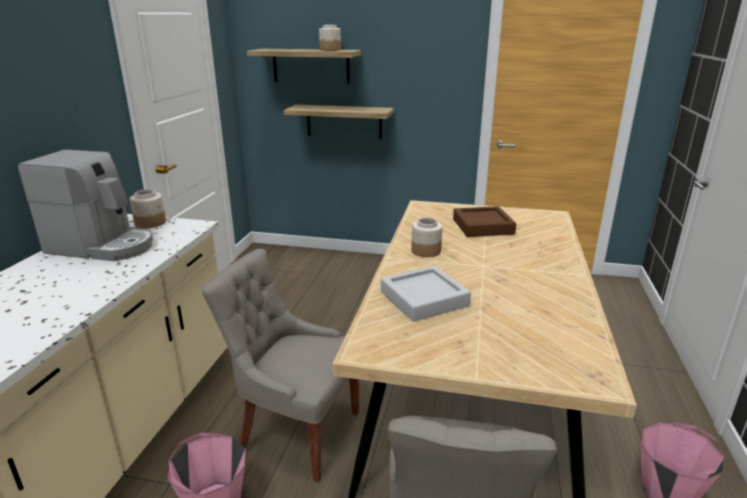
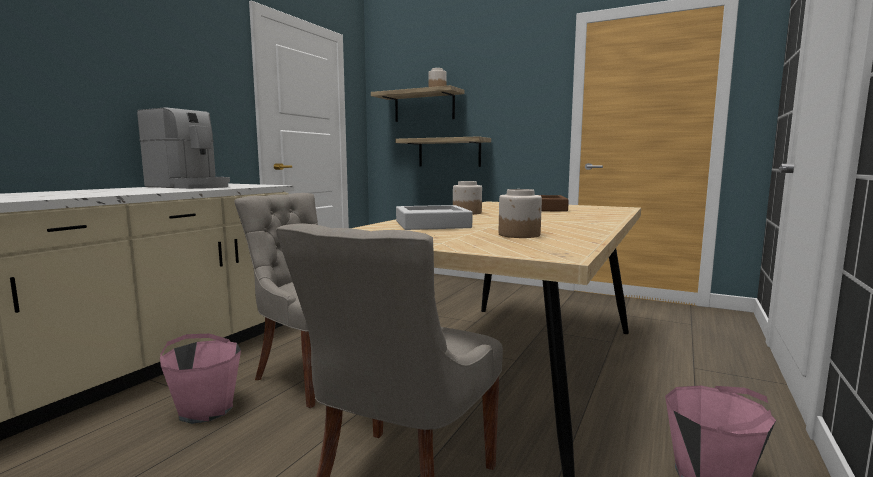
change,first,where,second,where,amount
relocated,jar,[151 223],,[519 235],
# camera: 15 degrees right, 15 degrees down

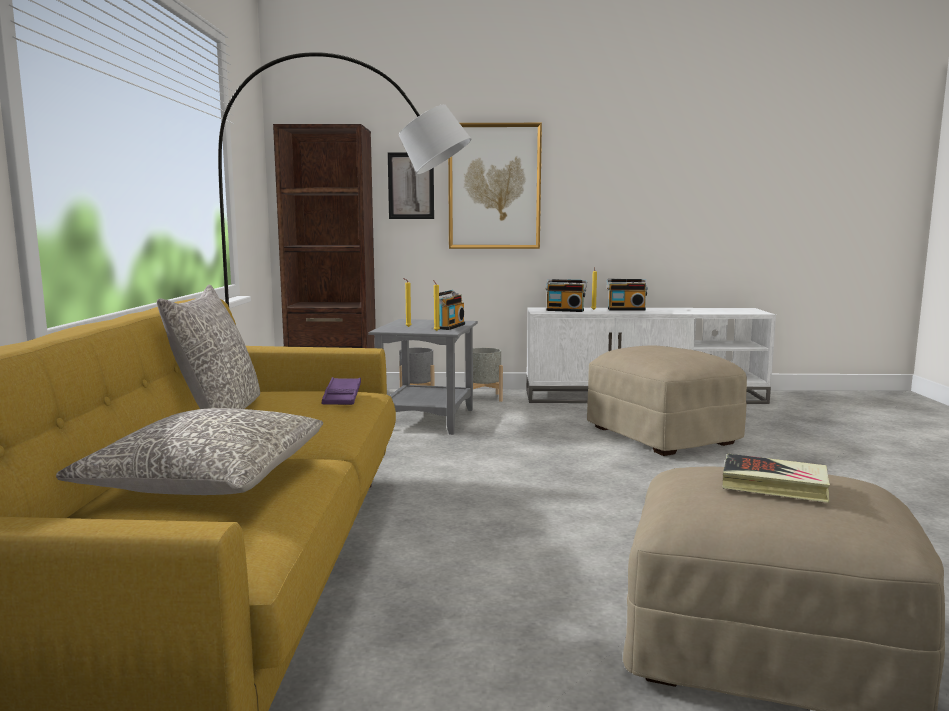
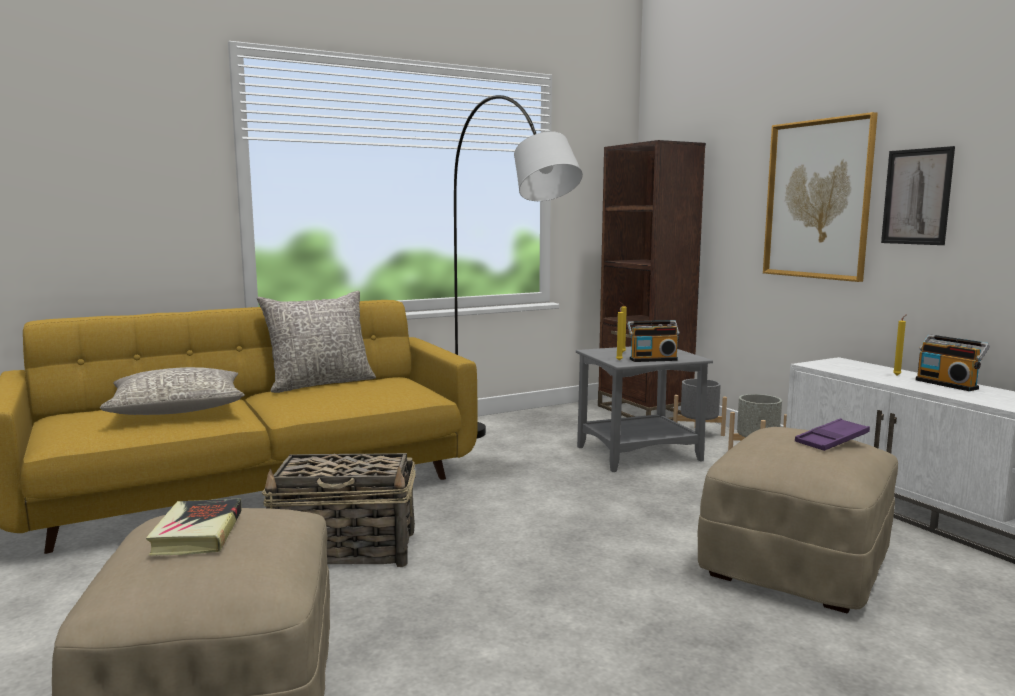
change,first,where,second,where,amount
relocated,picture,[411 186],,[917 197],
missing,radio,[565 310],,,
relocated,tray in purple,[342 397],,[832 440],
appeared,,,basket,[347 549],
# camera: 60 degrees right, 0 degrees up

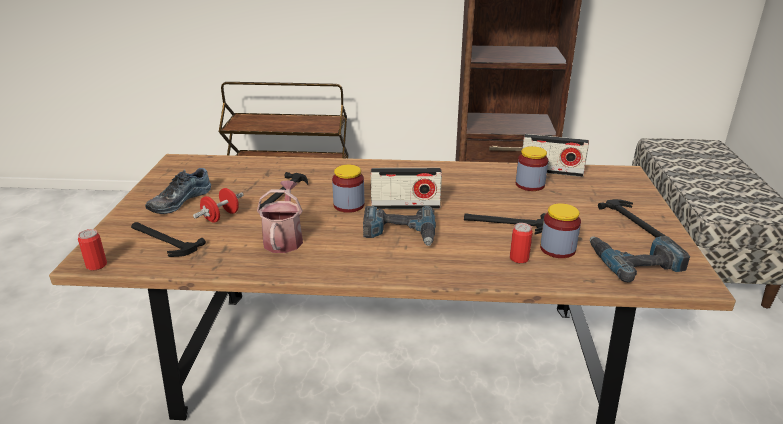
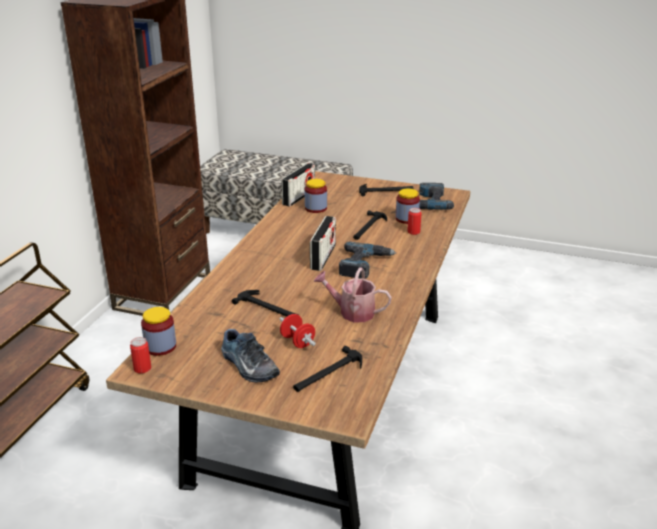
change,first,where,second,where,amount
relocated,jar,[349 205],,[160 346],
relocated,can,[96 265],,[142 368],
# camera: 75 degrees left, 0 degrees up

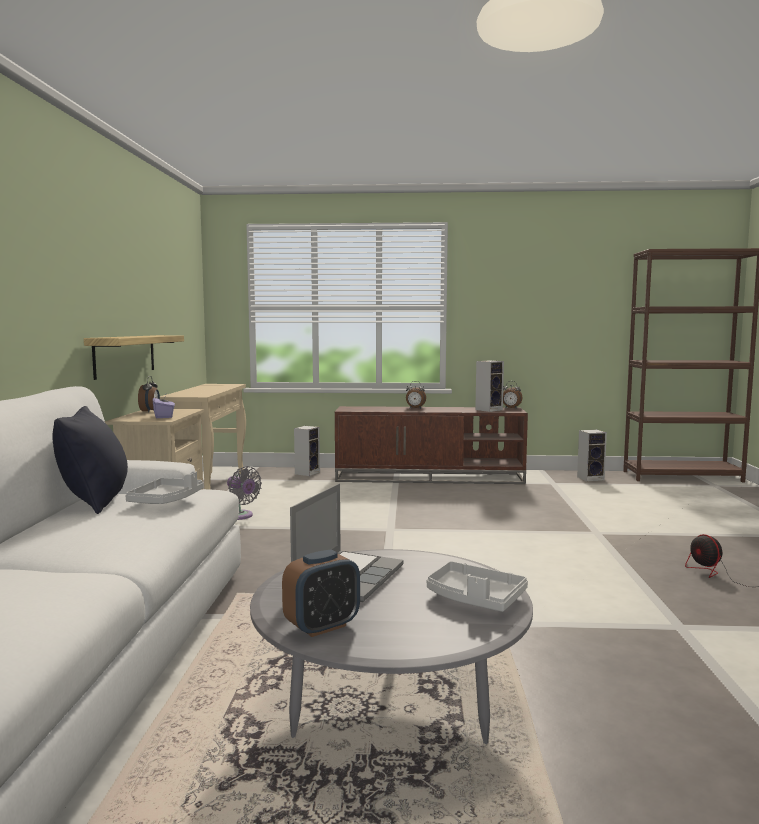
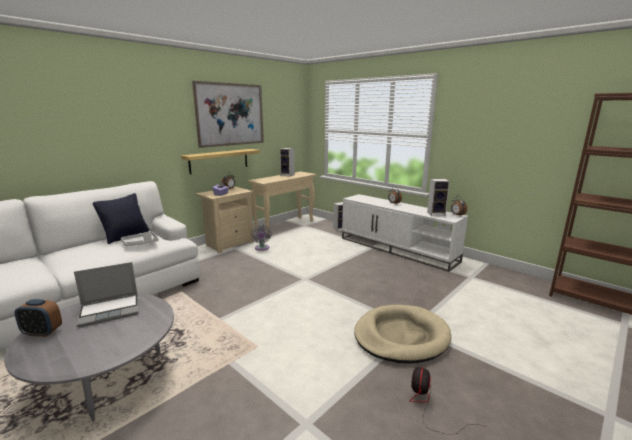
change,first,where,second,where,amount
colour,tv stand in brown,[430 477],tv stand in white,[397 249],
relocated,speaker,[591 478],,[288 175],
missing,tray in grey,[475 599],,,
appeared,,,picture,[231 114],
appeared,,,dog bed in beige,[401 336],
# camera: 40 degrees right, 10 degrees up

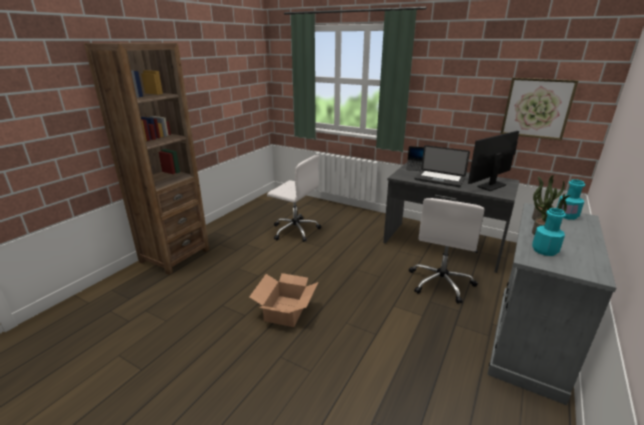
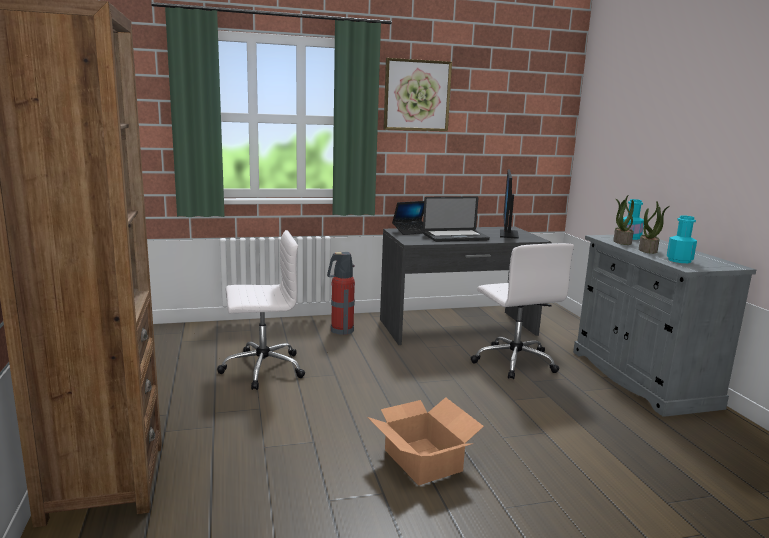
change,first,where,second,where,amount
relocated,picture,[537 108],,[417 95],
appeared,,,fire extinguisher,[341 330],
# camera: 45 degrees left, 10 degrees down

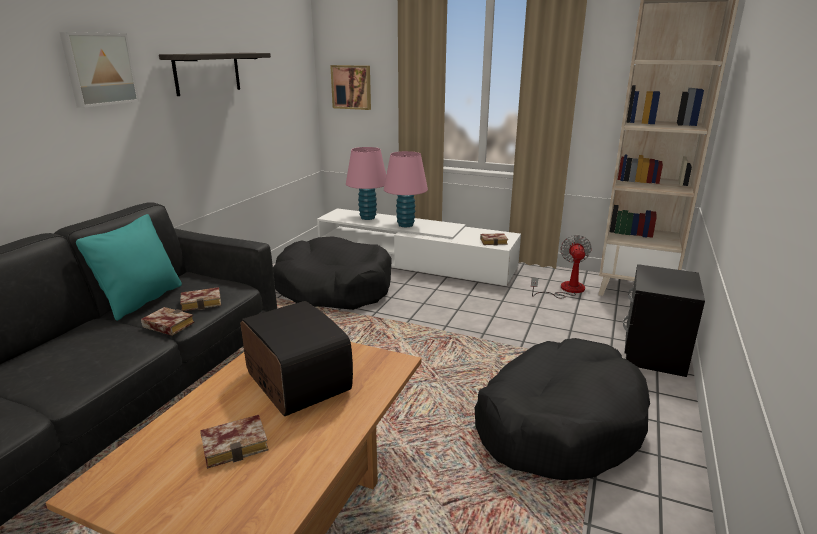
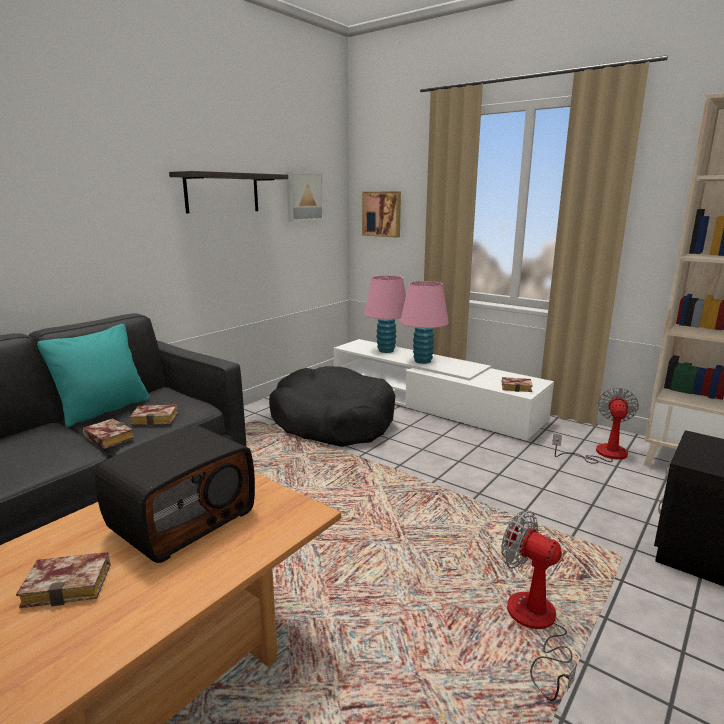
change,first,where,second,where,amount
relocated,picture,[99 69],,[303 196],
spun,radio,[295 382],,[182 519],60 degrees clockwise
exchanged,dog bed in black,[558 423],fan,[535 626],
# camera: 15 degrees right, 5 degrees down

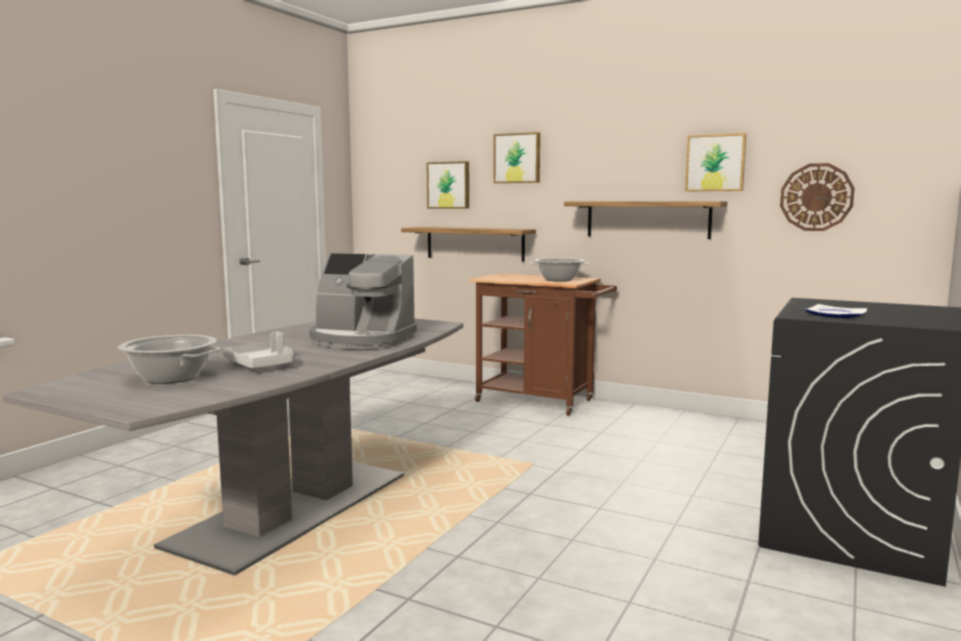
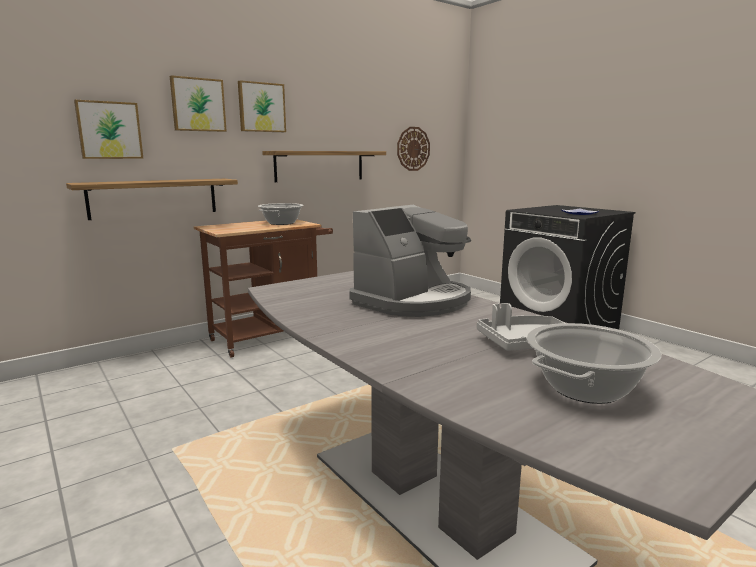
change,first,where,second,where,amount
relocated,picture,[715 163],,[261 107],
# camera: 65 degrees left, 5 degrees up

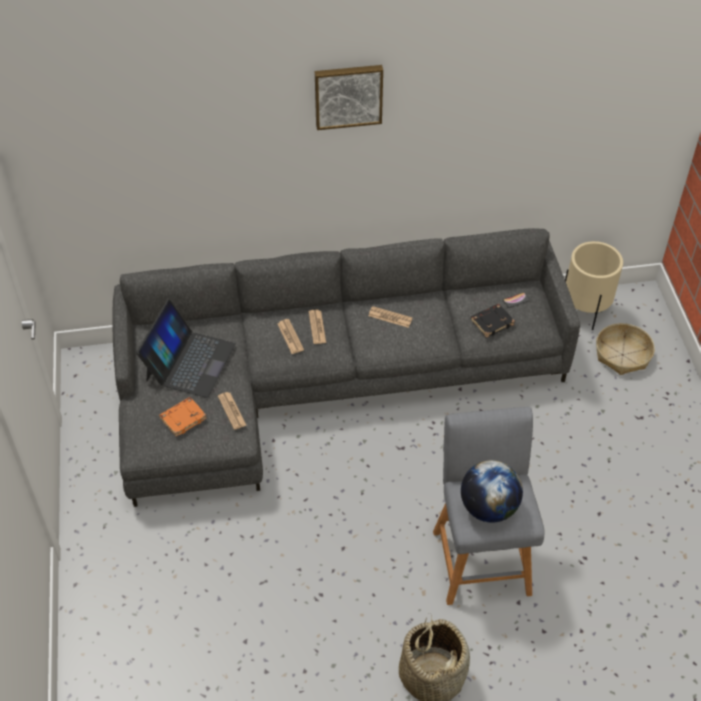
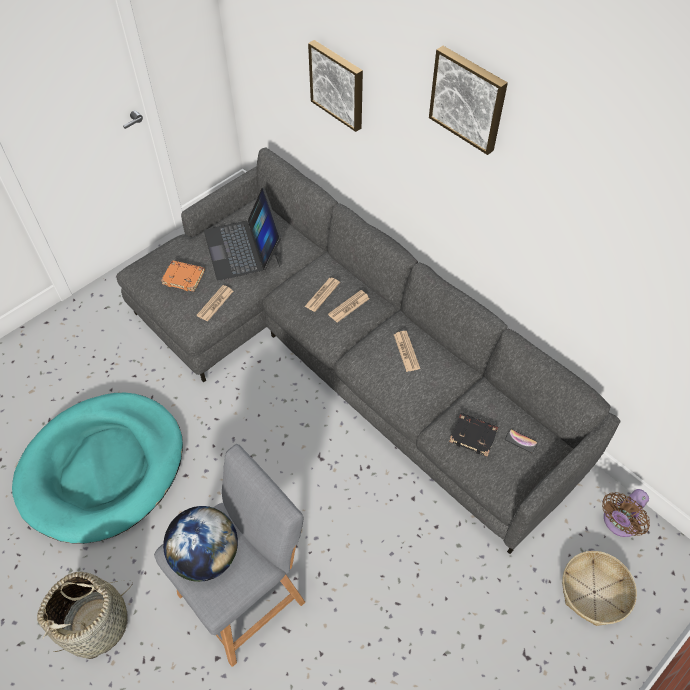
change,first,where,second,where,amount
exchanged,planter in beige,[585 310],fan in brown,[619 522],
spun,laptop,[189 362],,[243 248],90 degrees clockwise
appeared,,,picture,[338 84],
appeared,,,dog bed in turquoise,[103 468],
# camera: 55 degrees right, 5 degrees up

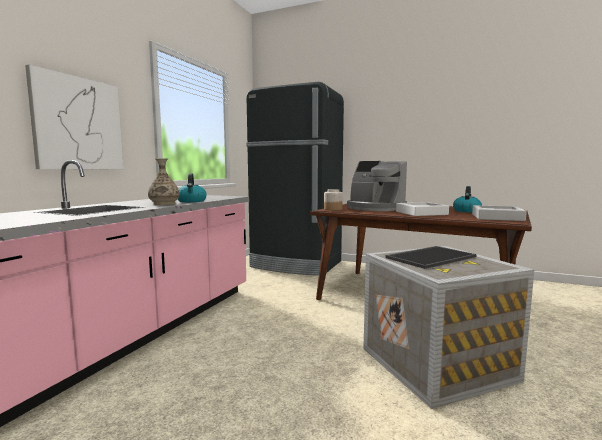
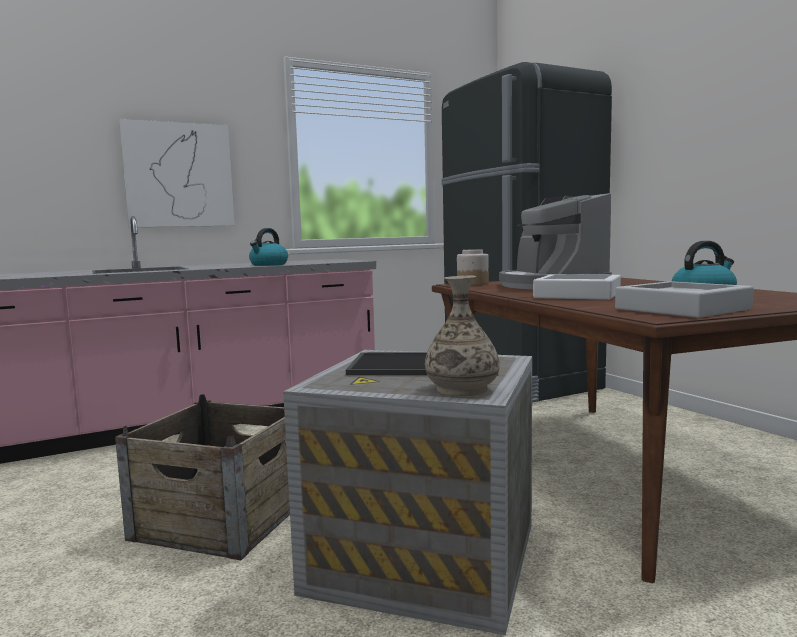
change,first,where,second,where,amount
relocated,vase,[164 204],,[461 389],
appeared,,,crate,[221 518],
# camera: 40 degrees right, 0 degrees up

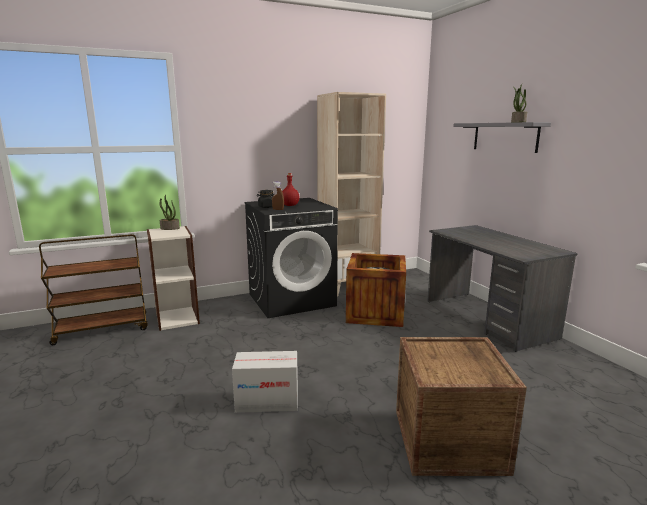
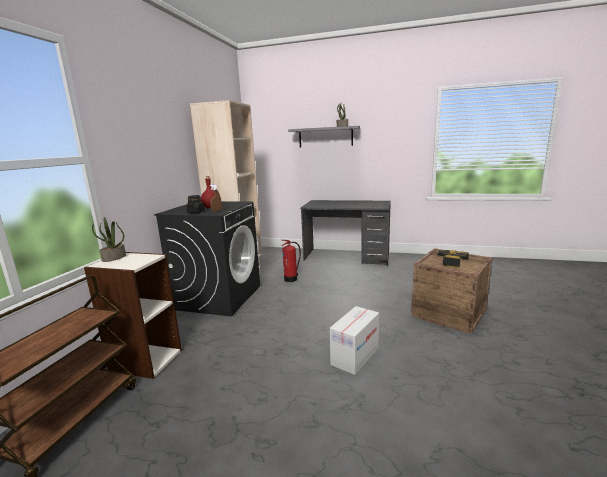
change,first,where,second,where,amount
exchanged,crate,[375 313],fire extinguisher,[291 279],
appeared,,,power drill,[450 262],
# camera: 50 degrees left, 0 degrees up

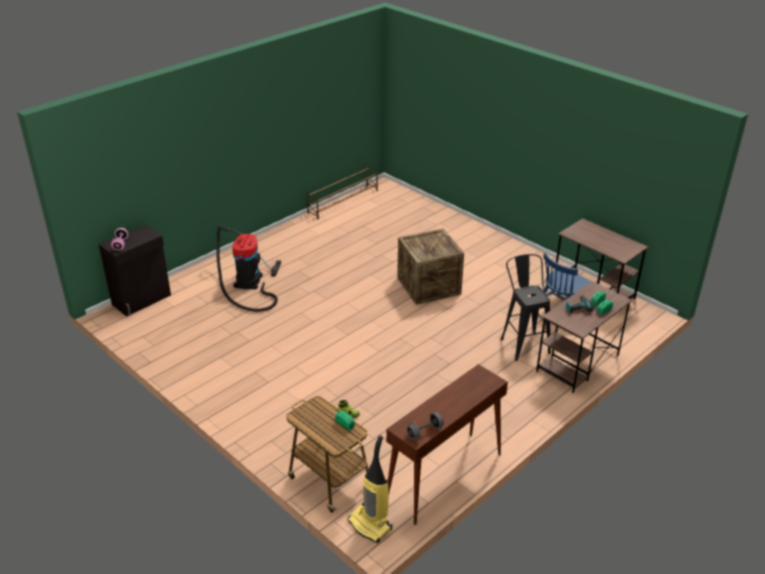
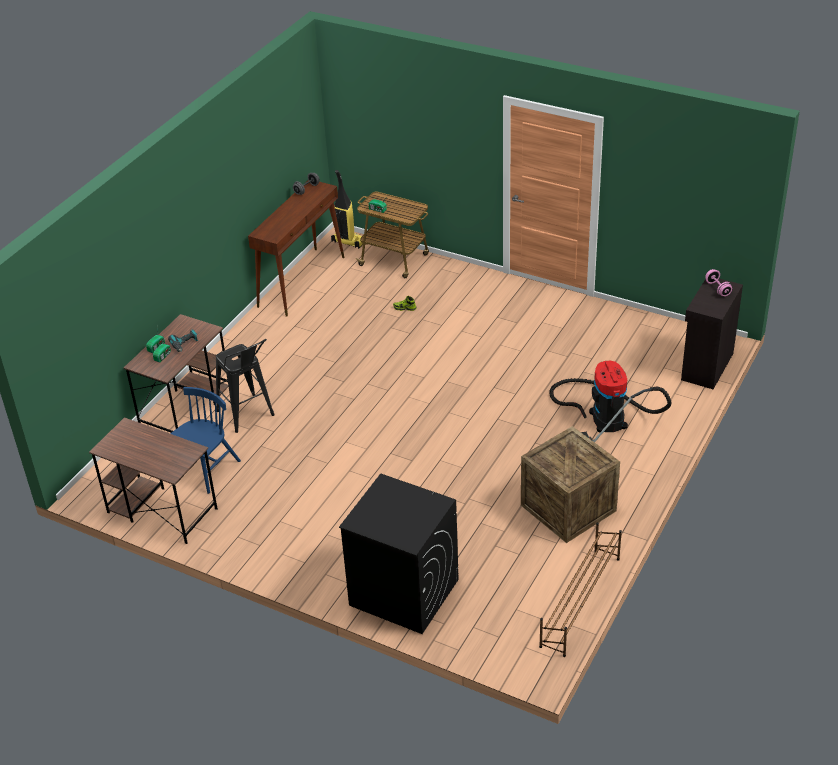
change,first,where,second,where,amount
relocated,crate,[428 286],,[568 508],
appeared,,,washing machine in black,[403 592],
# camera: 165 degrees right, 5 degrees up

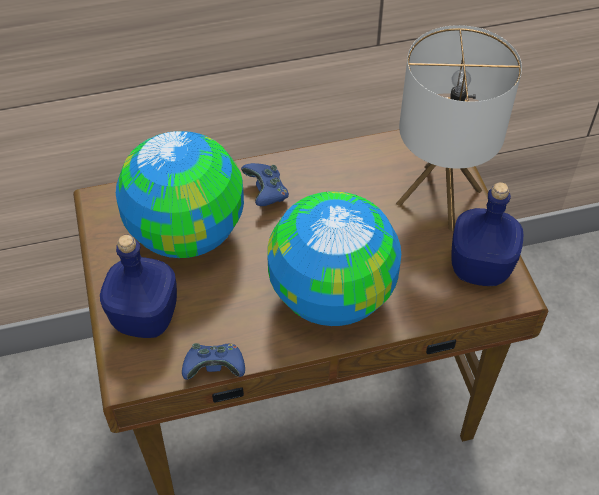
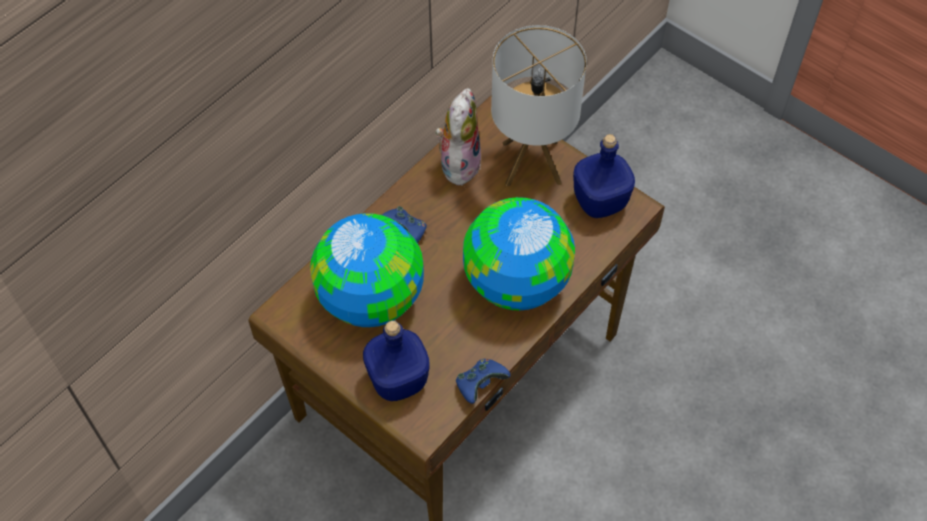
change,first,where,second,where,amount
appeared,,,plush toy,[458 163],
# camera: 35 degrees left, 5 degrees up

